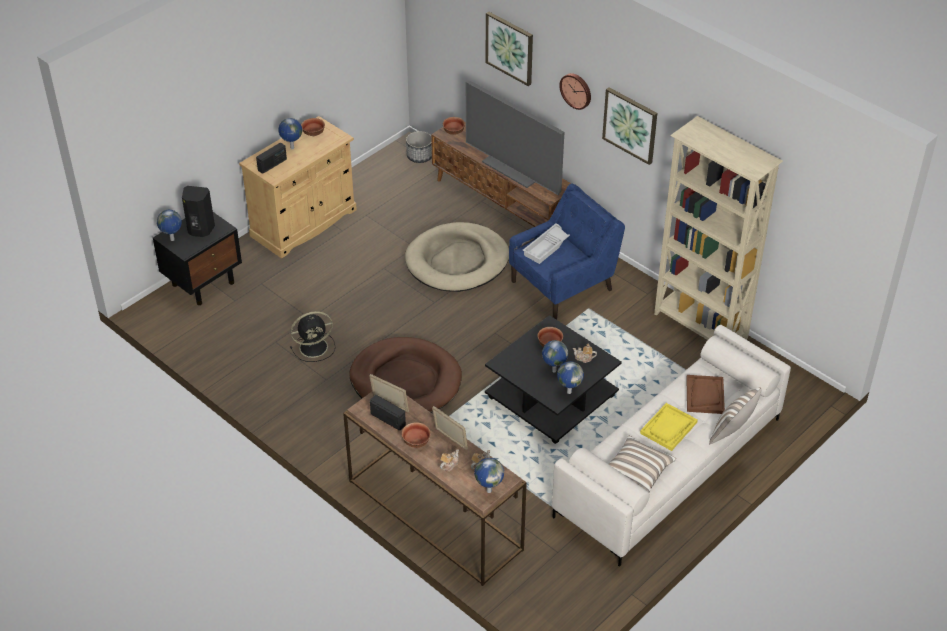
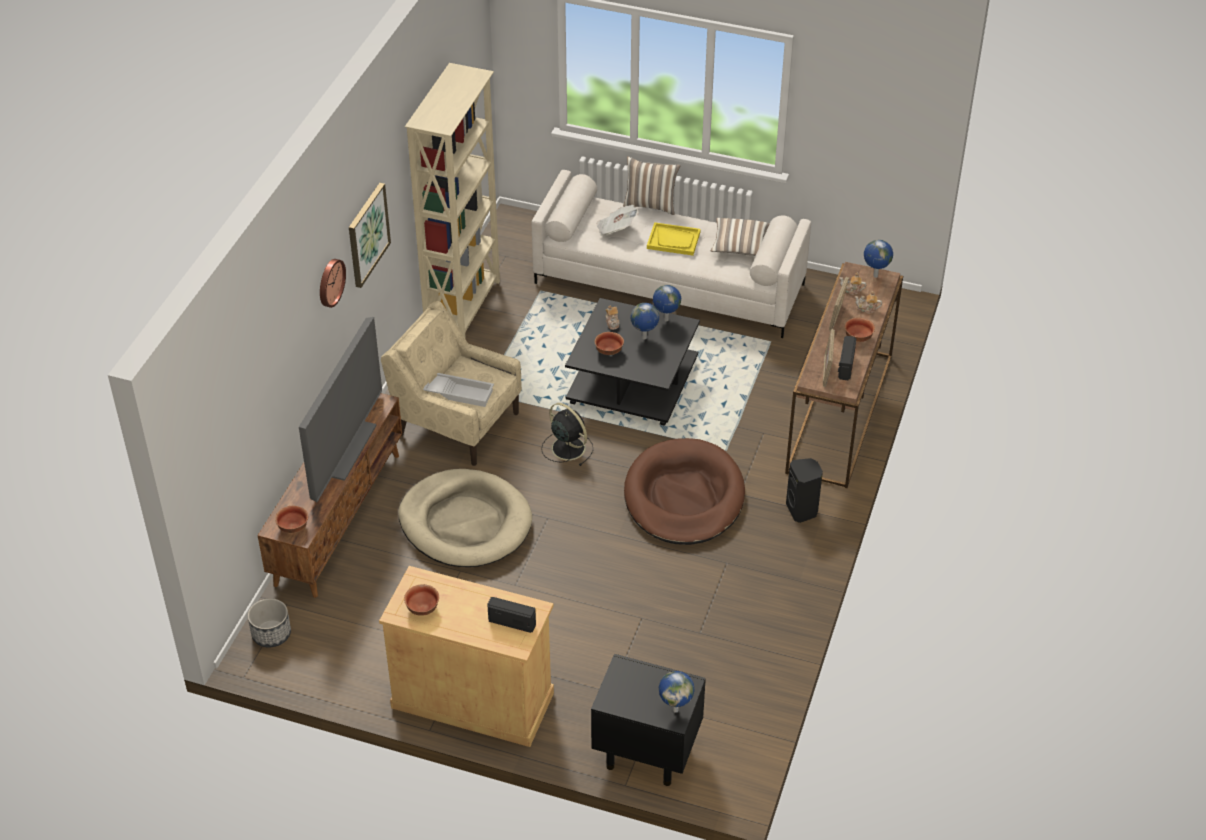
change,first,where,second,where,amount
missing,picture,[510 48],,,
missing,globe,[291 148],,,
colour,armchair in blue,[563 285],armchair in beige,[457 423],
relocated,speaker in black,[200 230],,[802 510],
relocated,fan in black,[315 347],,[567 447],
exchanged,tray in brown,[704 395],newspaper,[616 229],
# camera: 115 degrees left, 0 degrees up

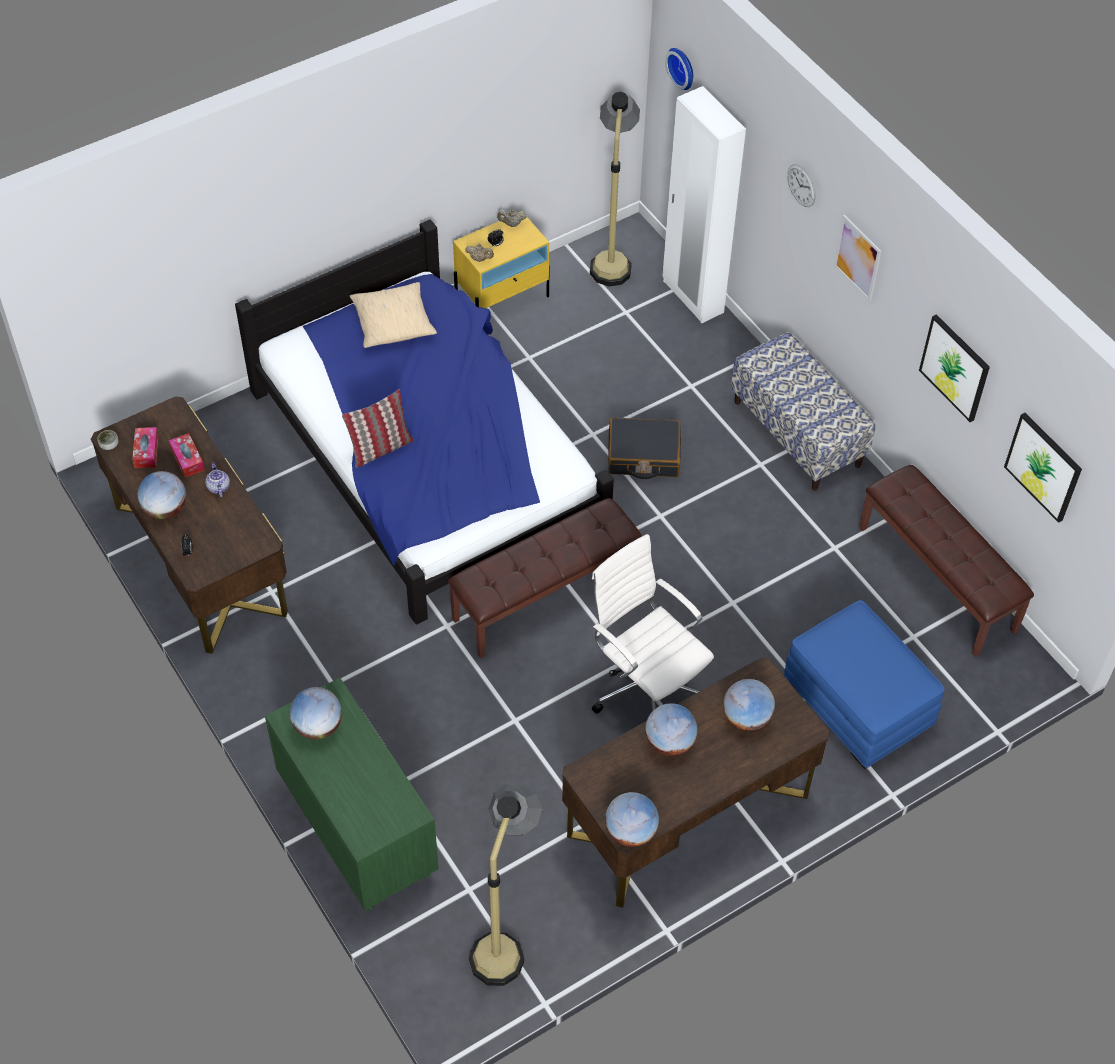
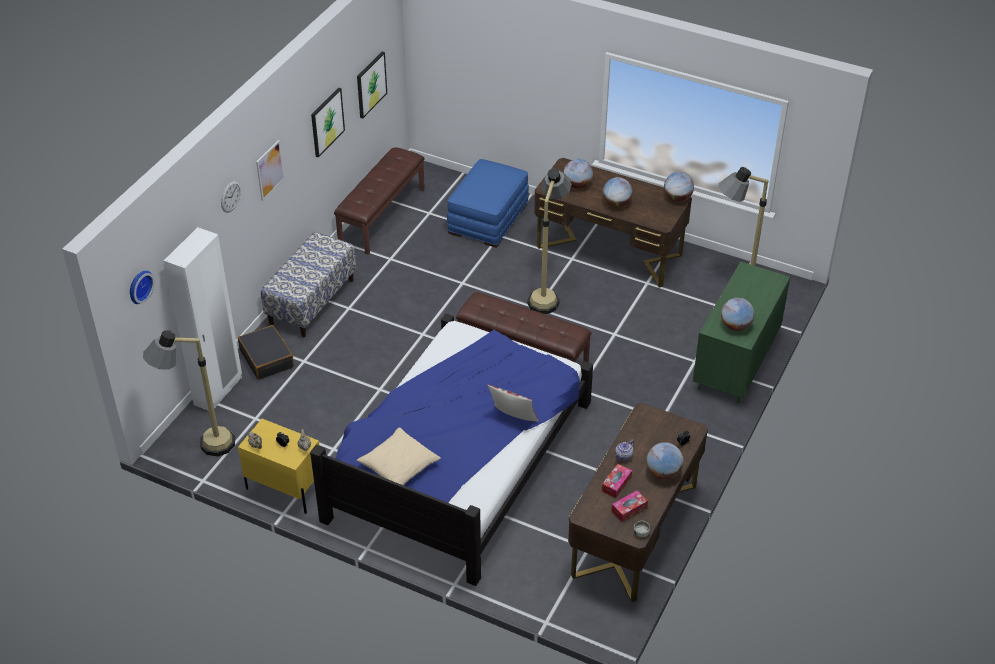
change,first,where,second,where,amount
relocated,suitcase in black,[643 455],,[267 358],
exchanged,office chair in white,[646 687],floor lamp,[547 293],
# camera: 120 degrees left, 10 degrees down

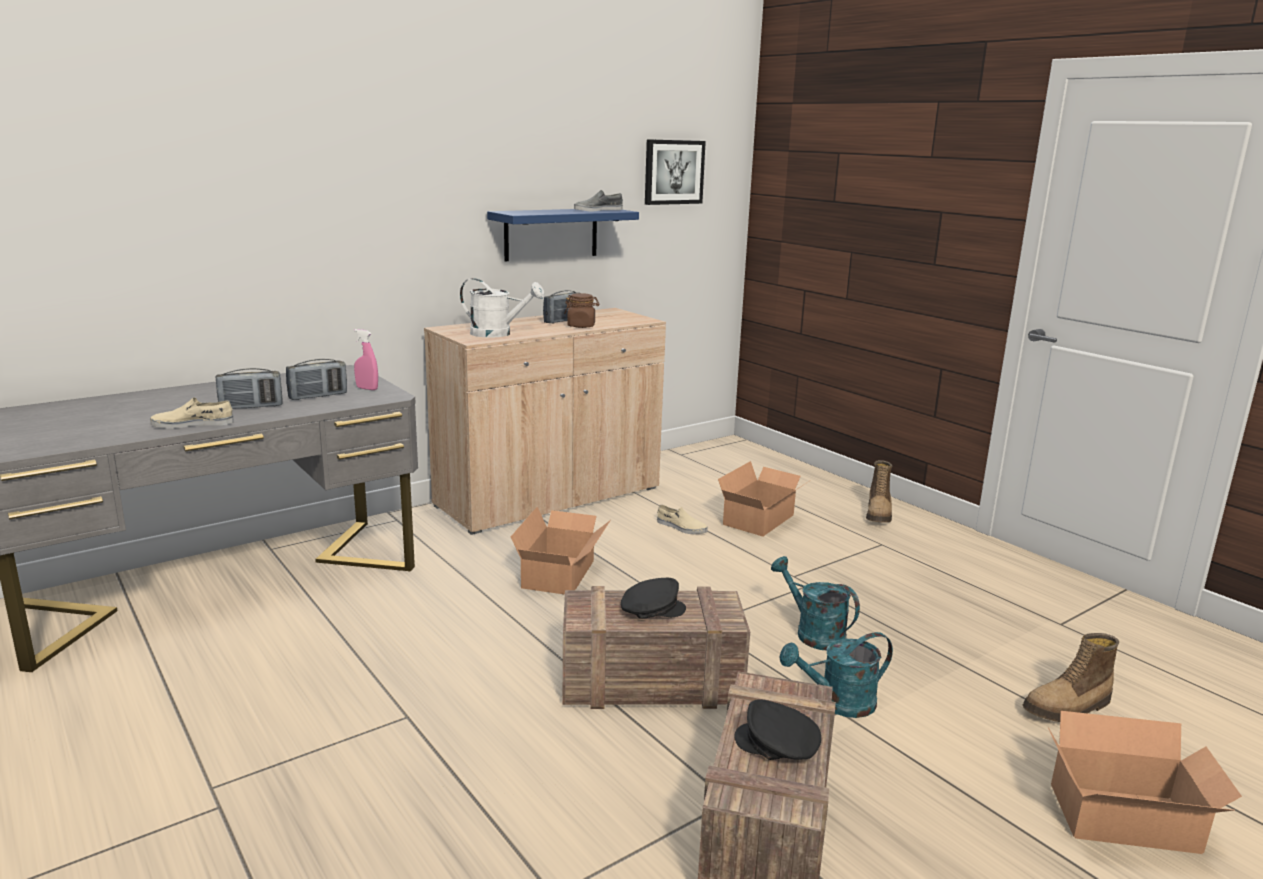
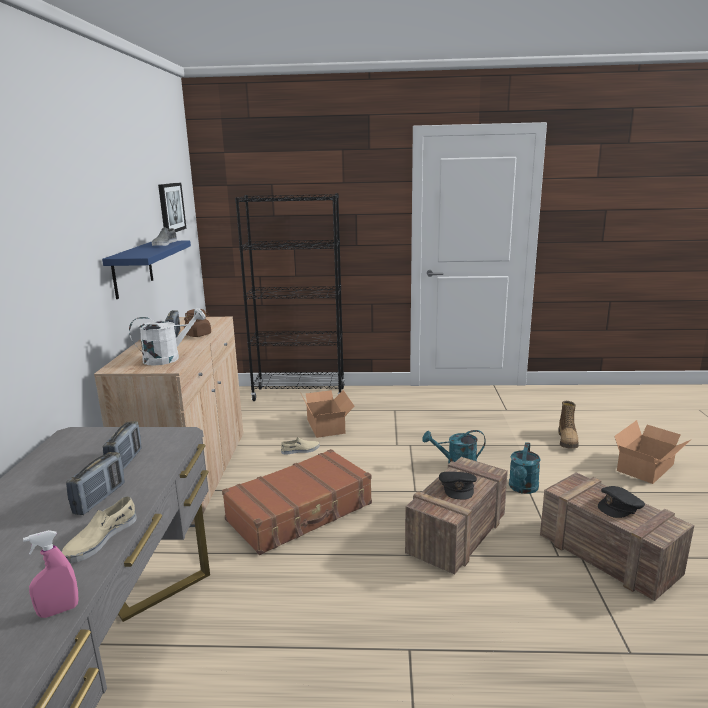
change,first,where,second,where,amount
relocated,spray bottle in pink,[367 388],,[58 611],
missing,boot,[879 514],,,
exchanged,cardboard box,[562 574],suitcase in brown,[301 512],
spun,cap in black,[651 609],,[457 487],150 degrees clockwise
appeared,,,bookcase in black,[299 394],
# camera: 50 degrees left, 0 degrees up

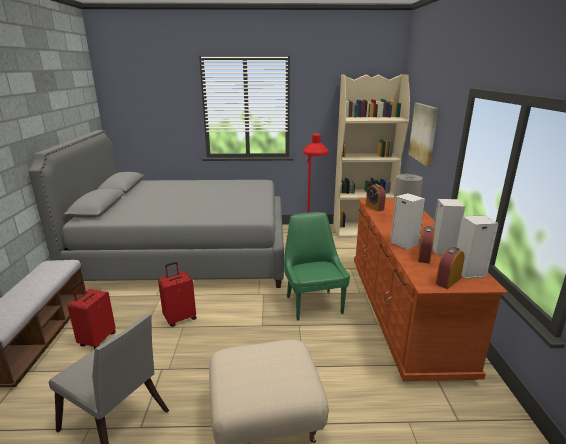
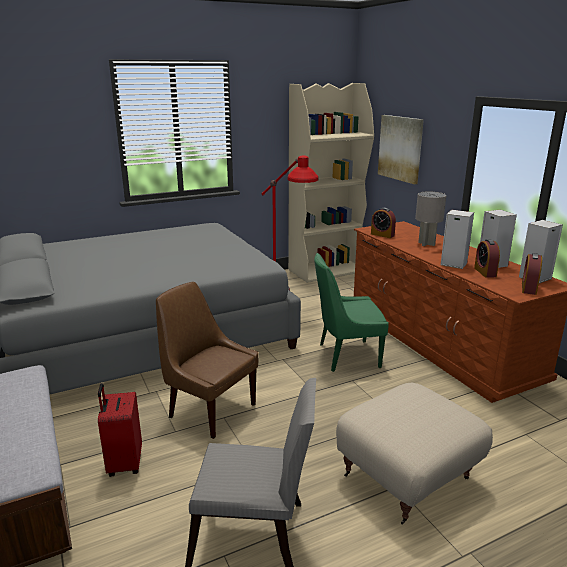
change,first,where,second,where,amount
spun,chair in green,[313 303],,[346 356],60 degrees counterclockwise
exchanged,suitcase in red,[180 318],chair in brown,[210 409],
# camera: 25 degrees left, 0 degrees up

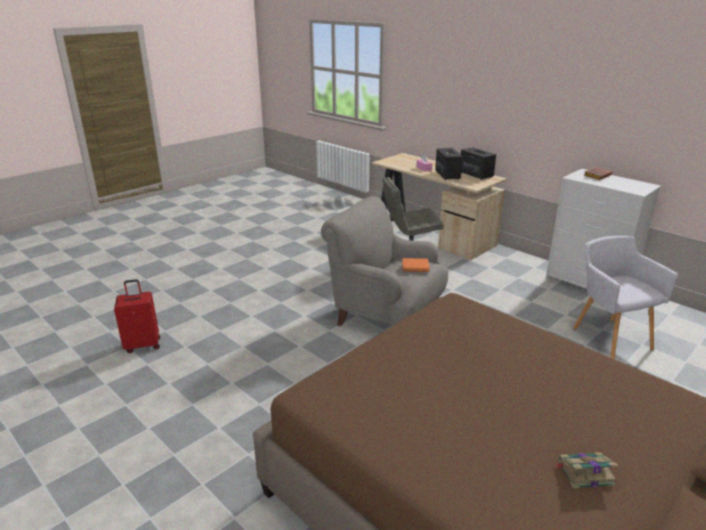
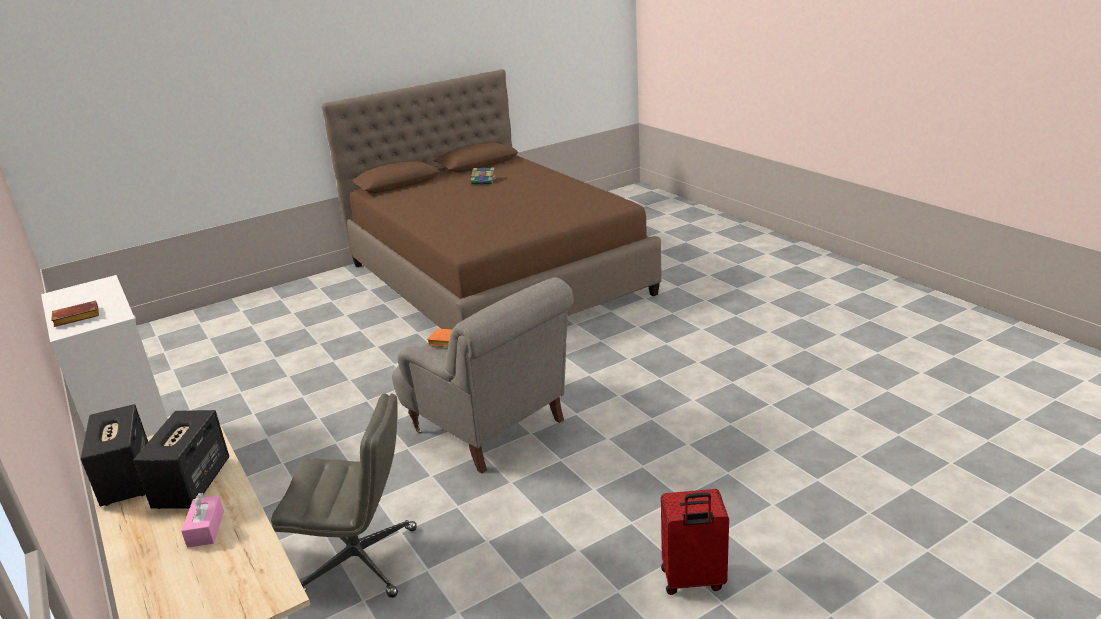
change,first,where,second,where,amount
missing,armchair in grey,[609 336],,,
relocated,suitcase in red,[143 345],,[693 580],
# camera: 165 degrees left, 0 degrees up

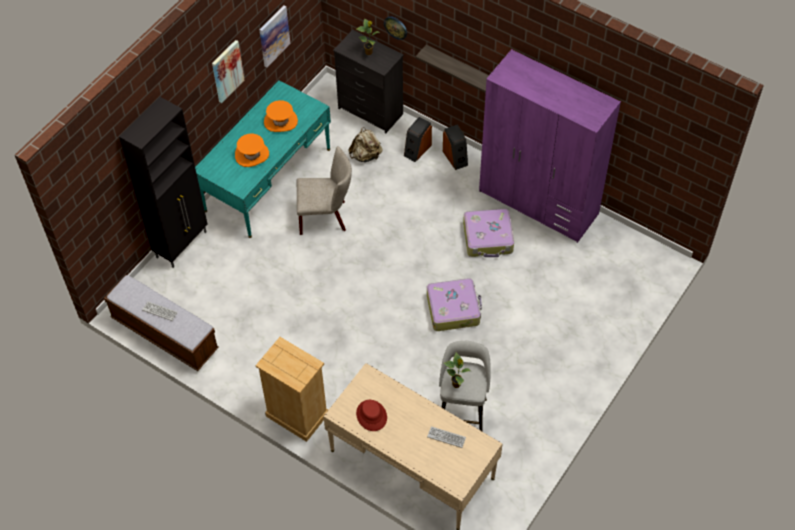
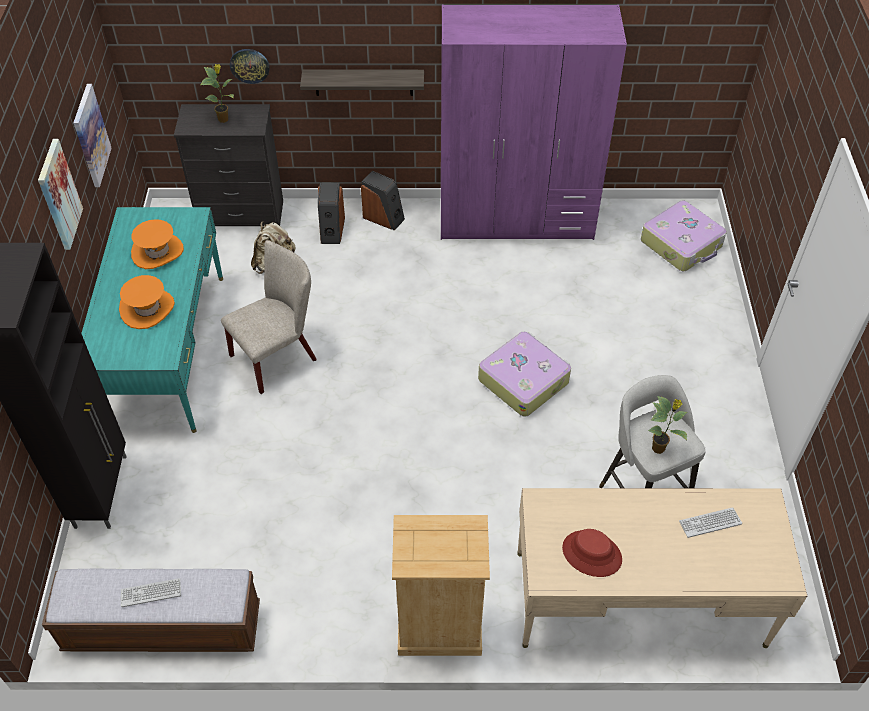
change,first,where,second,where,amount
relocated,suitcase,[488 238],,[682 244],
# camera: 35 degrees left, 5 degrees down

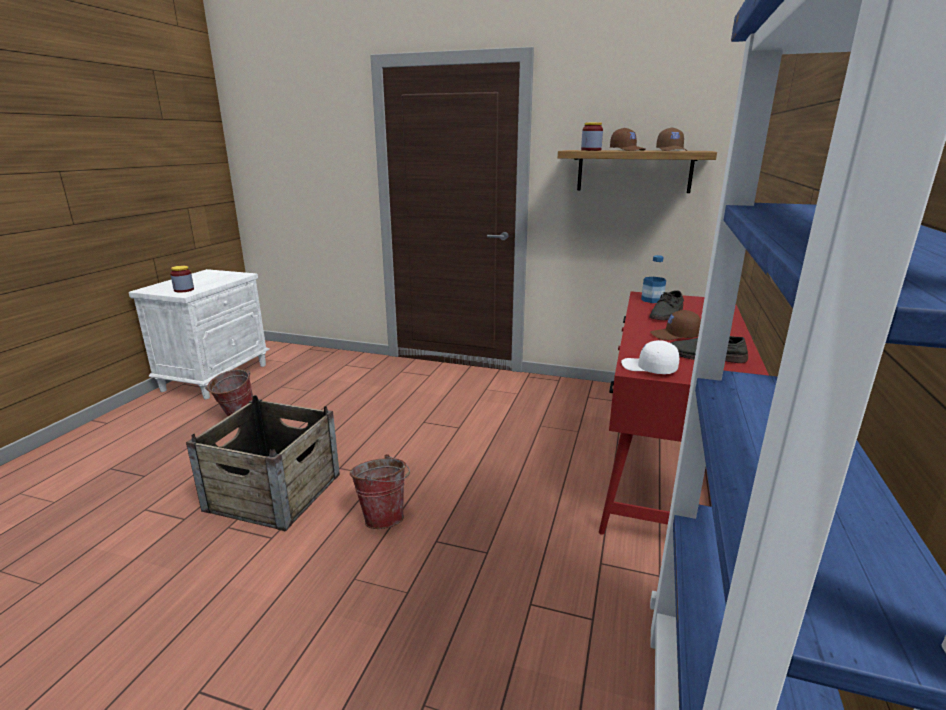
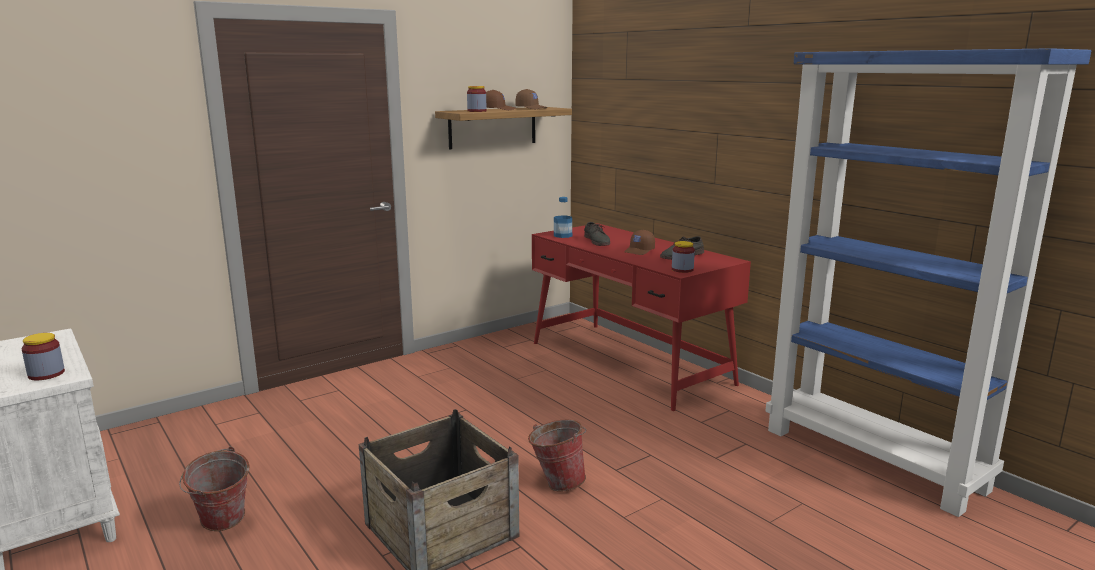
change,first,where,second,where,amount
exchanged,cap in white,[648 368],jar,[682 270],
# camera: 55 degrees left, 5 degrees down

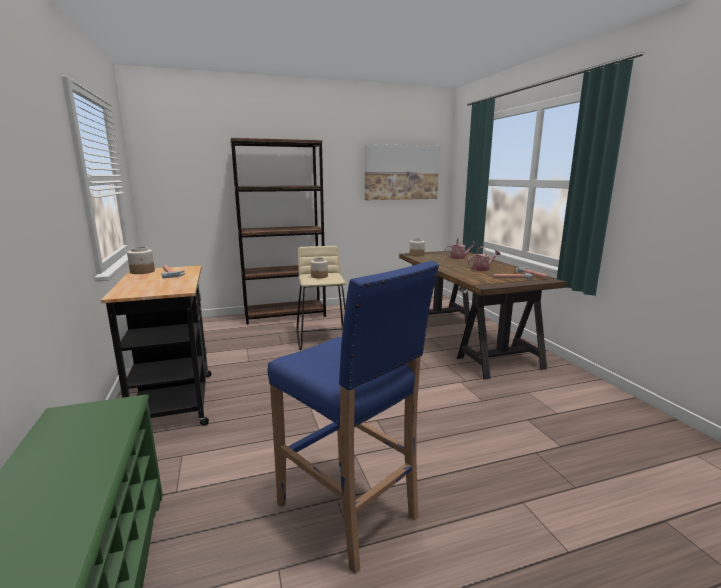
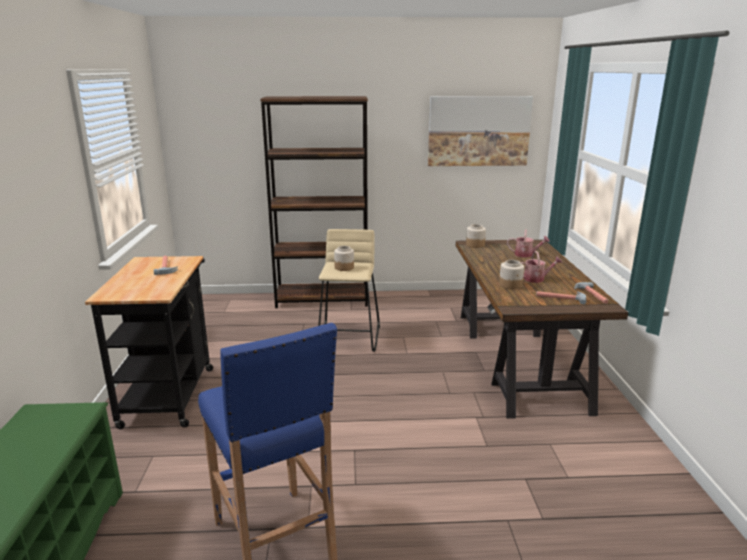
change,first,where,second,where,amount
relocated,jar,[142 271],,[510 285],
# camera: 15 degrees right, 5 degrees up

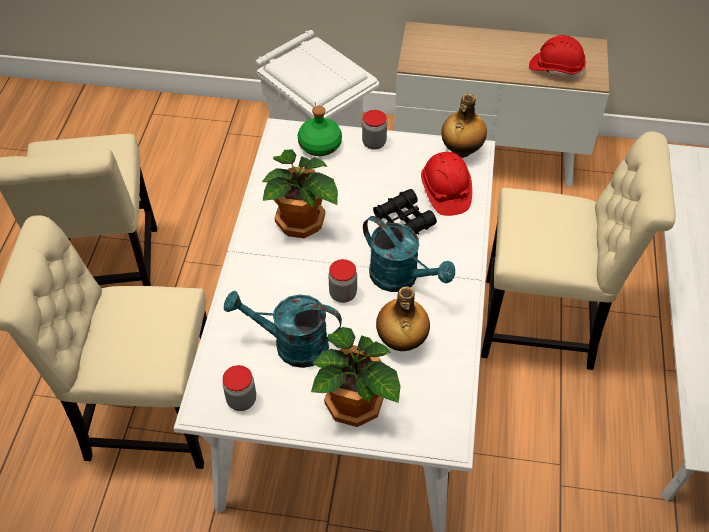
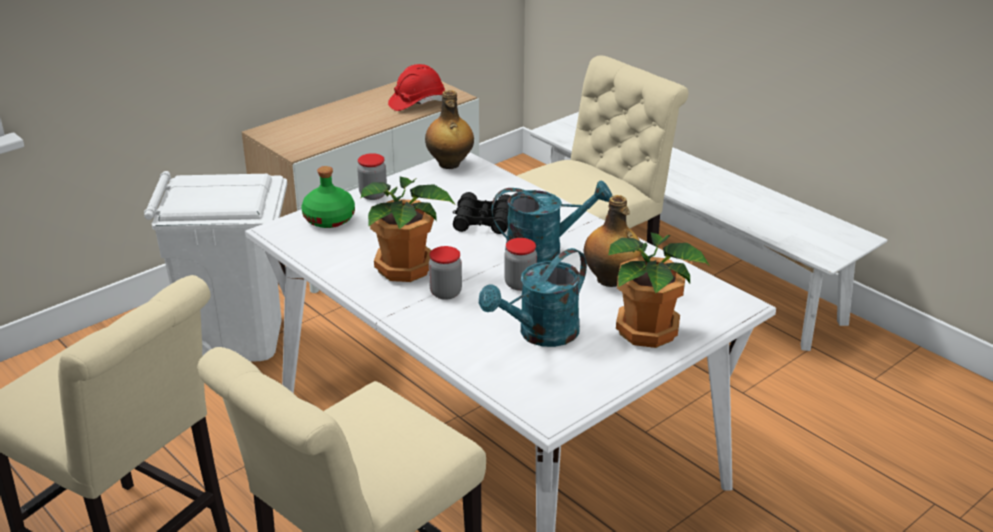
change,first,where,second,where,amount
missing,hard hat in red,[445 192],,,
relocated,jar,[241 400],,[445 293],
# camera: 50 degrees left, 20 degrees down

